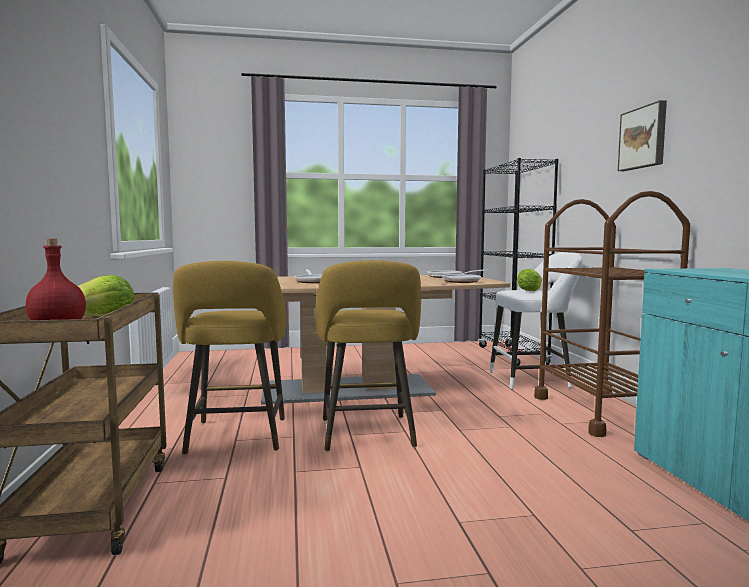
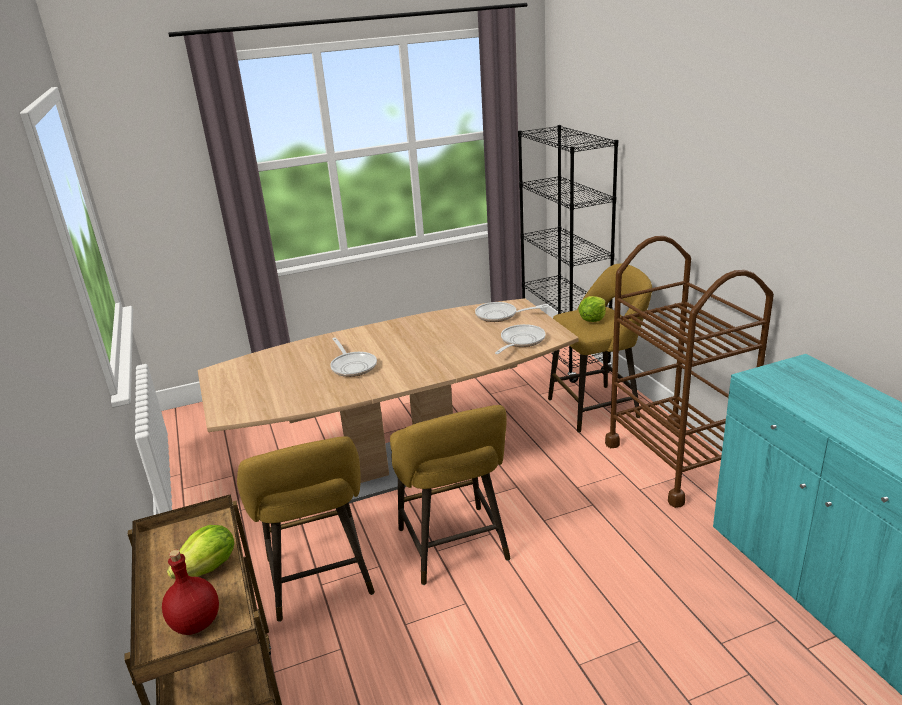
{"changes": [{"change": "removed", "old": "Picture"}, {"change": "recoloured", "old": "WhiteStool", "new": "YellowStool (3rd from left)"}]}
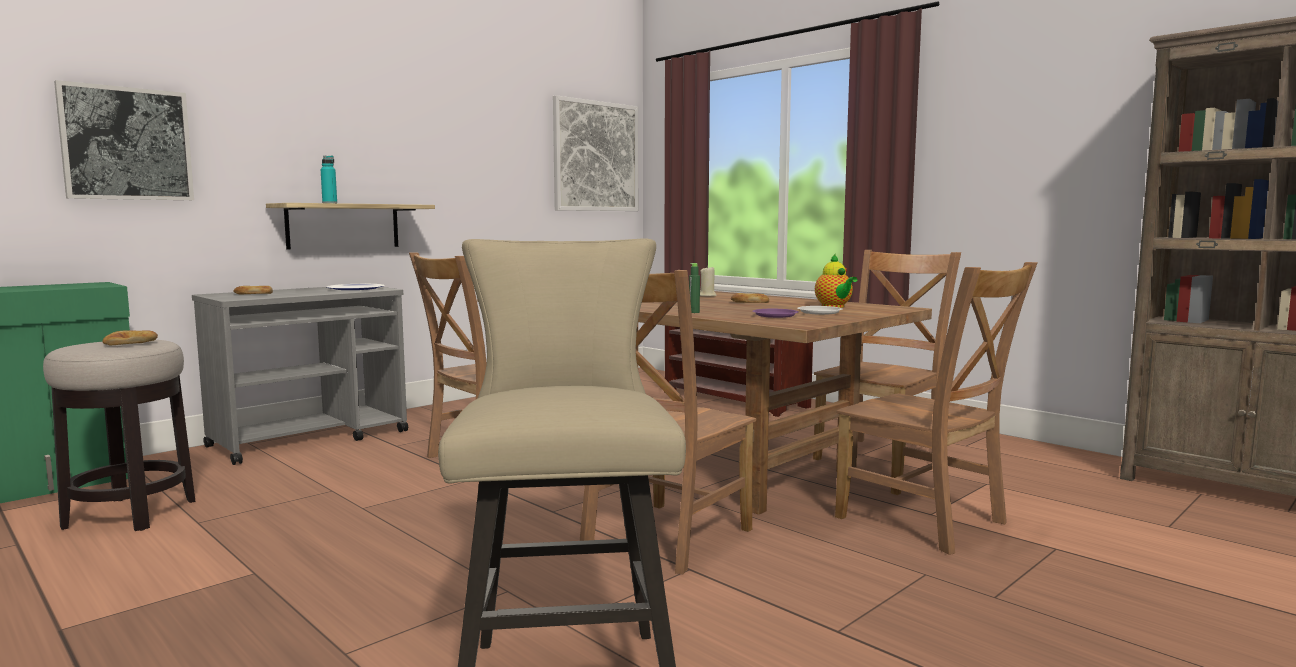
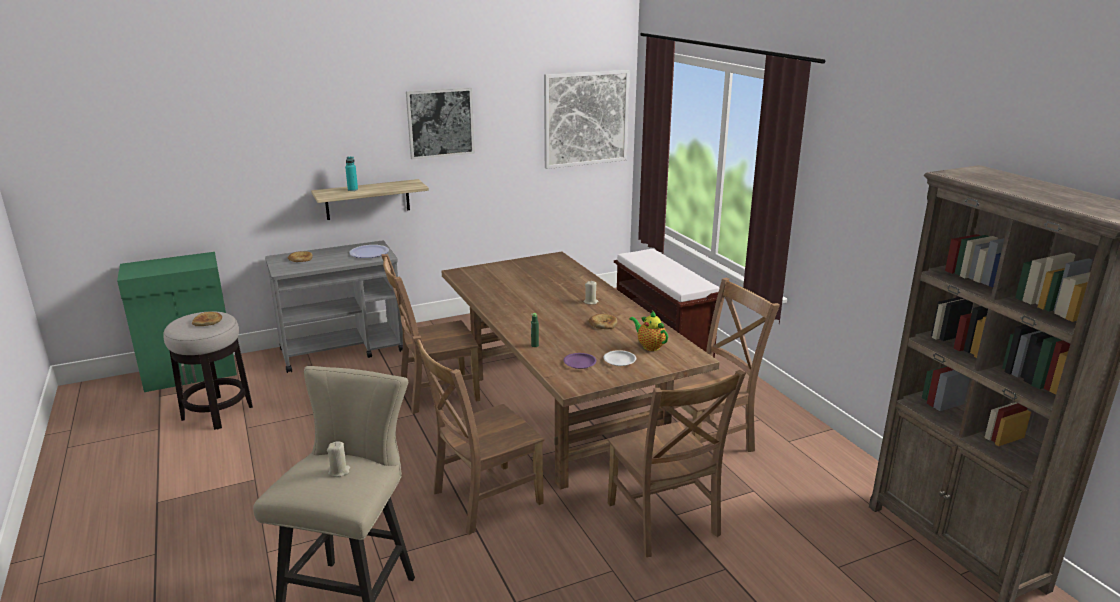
{"changes": [{"change": "moved", "old": "Picture (1st from left)"}, {"change": "turned", "old": "Teapot", "degrees": 135}, {"change": "added", "new": "BeigeCandle (1st from left)"}]}
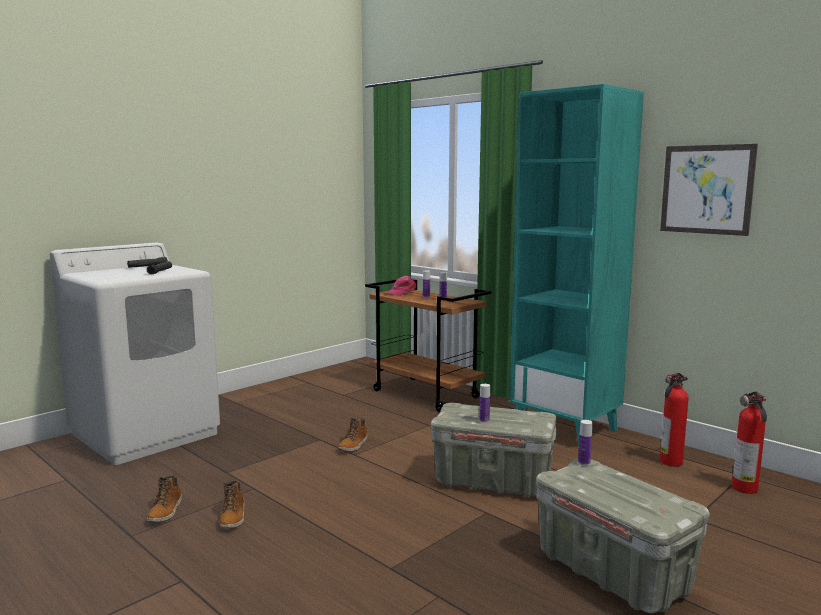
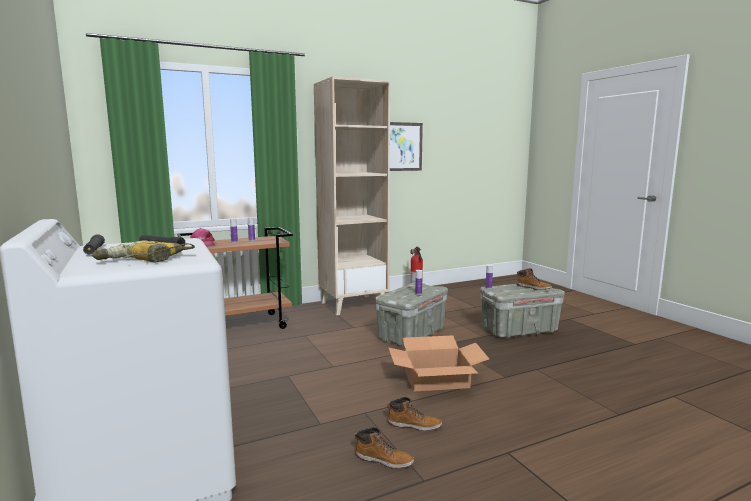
{"changes": [{"change": "recoloured", "old": "TurquoiseBookcase", "new": "BeigeBookcase"}, {"change": "removed", "old": "FireExtinguisher (2nd from left)"}, {"change": "moved", "old": "Boot (3rd from left)"}, {"change": "added", "new": "PowerDrill"}, {"change": "added", "new": "CardboardBox"}]}
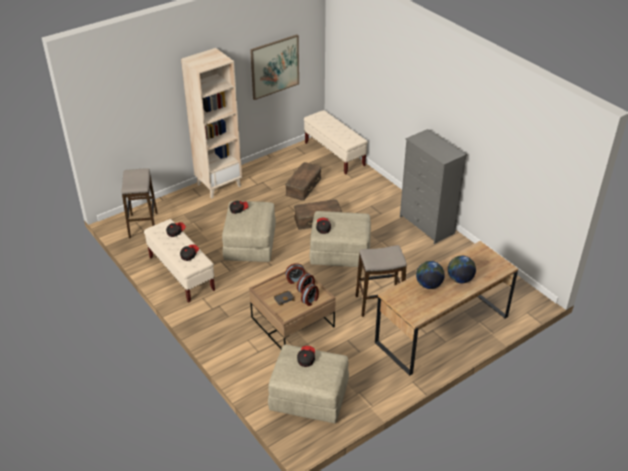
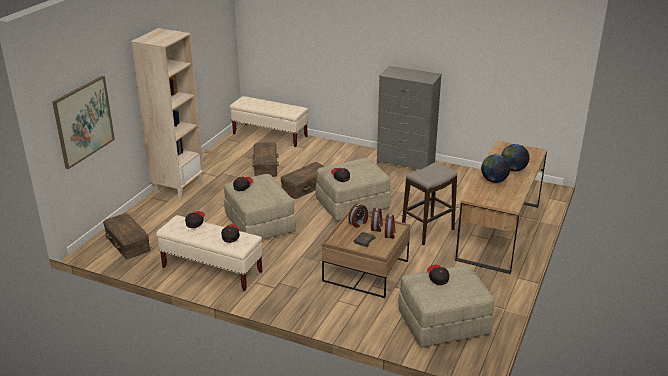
{"changes": [{"change": "moved", "old": "Picture"}, {"change": "replaced", "old": "Stool (1st from left)", "new": "BrownStorageBox (1st from left)"}]}
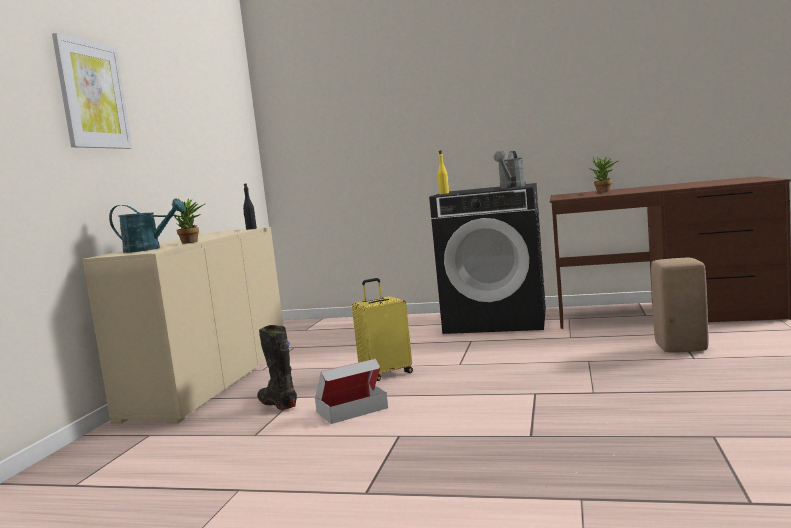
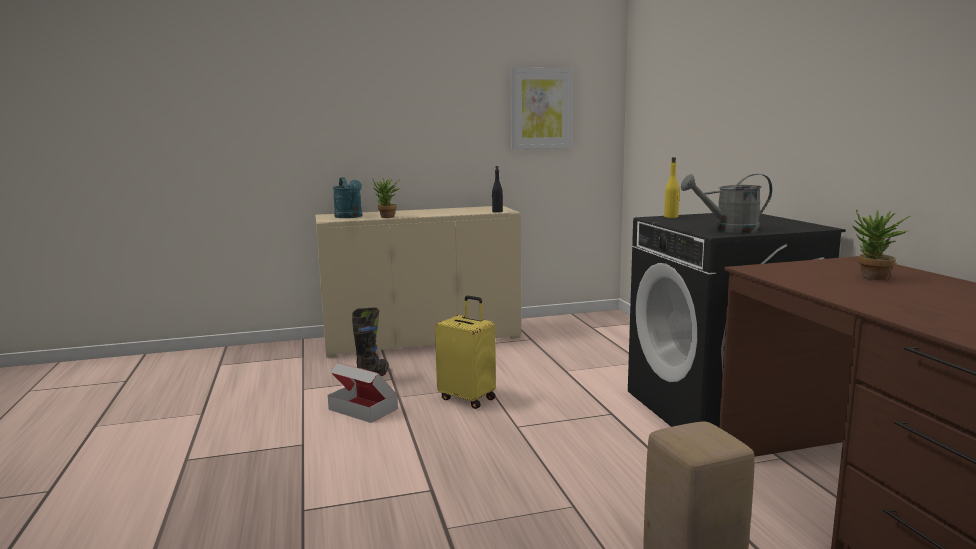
{"changes": [{"change": "moved", "old": "Picture"}]}
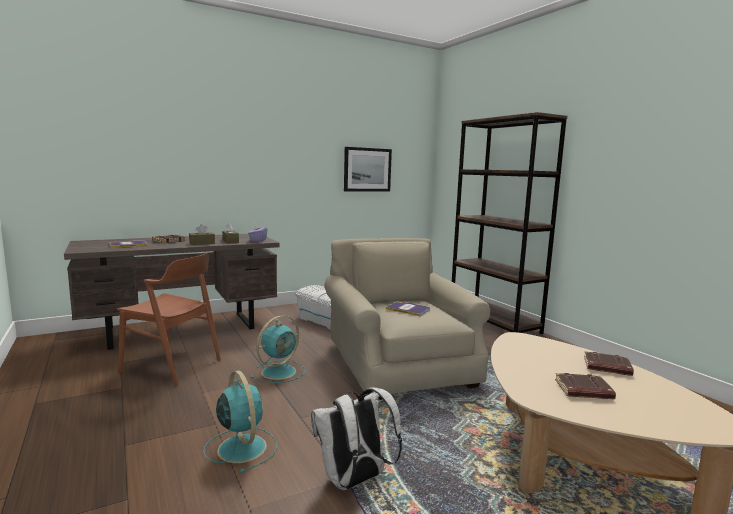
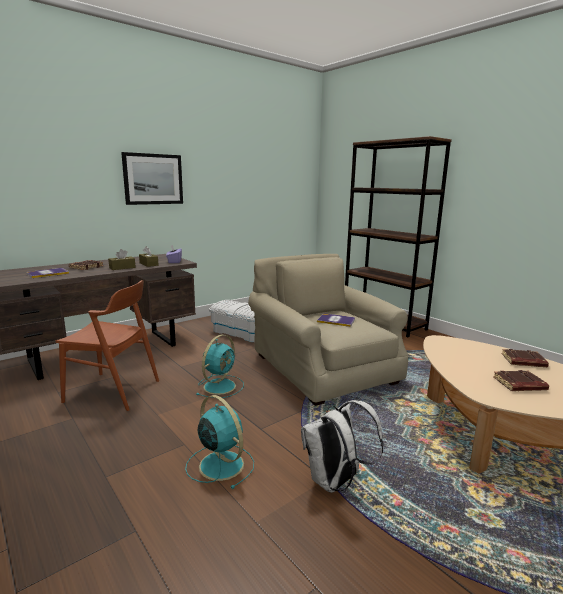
{"changes": [{"change": "moved", "old": "Picture"}]}
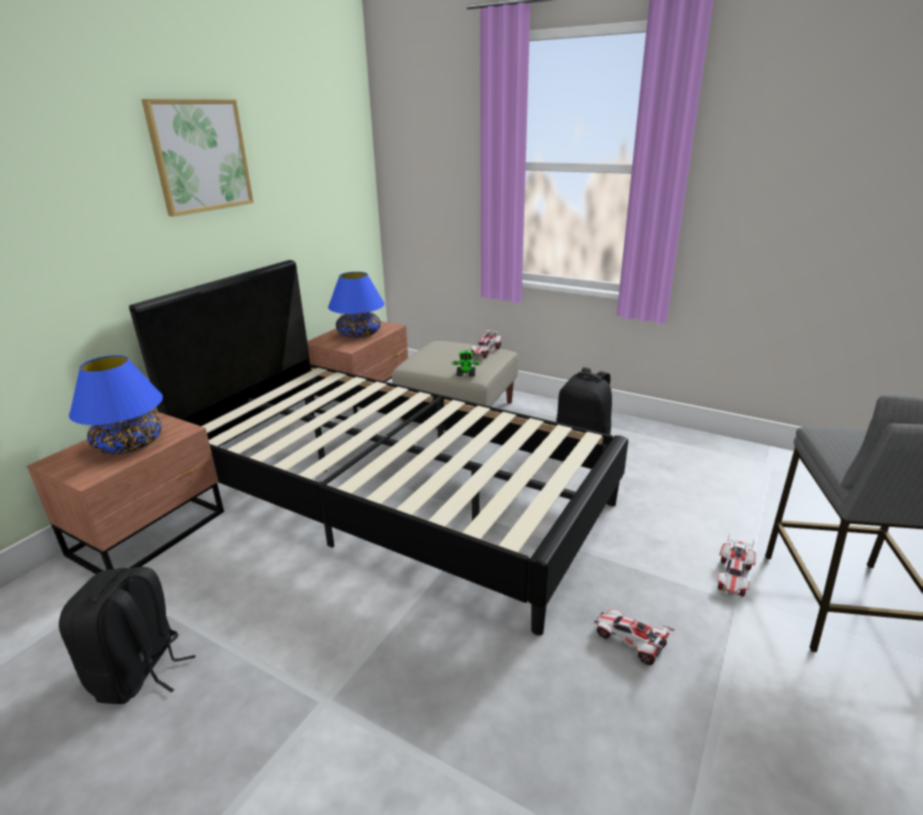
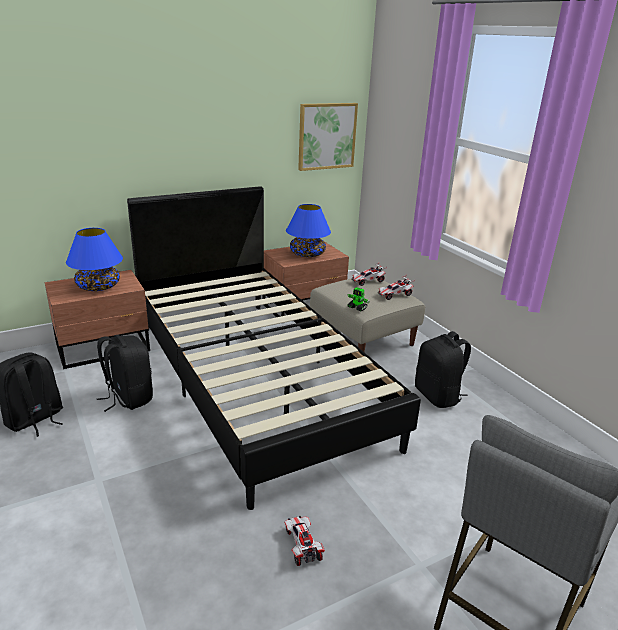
{"changes": [{"change": "moved", "old": "Picture"}, {"change": "moved", "old": "ToyCar (3rd from left in the first image)", "new": "ToyCar (2nd from left)"}, {"change": "added", "new": "BlackBackpack (2nd from left)"}]}
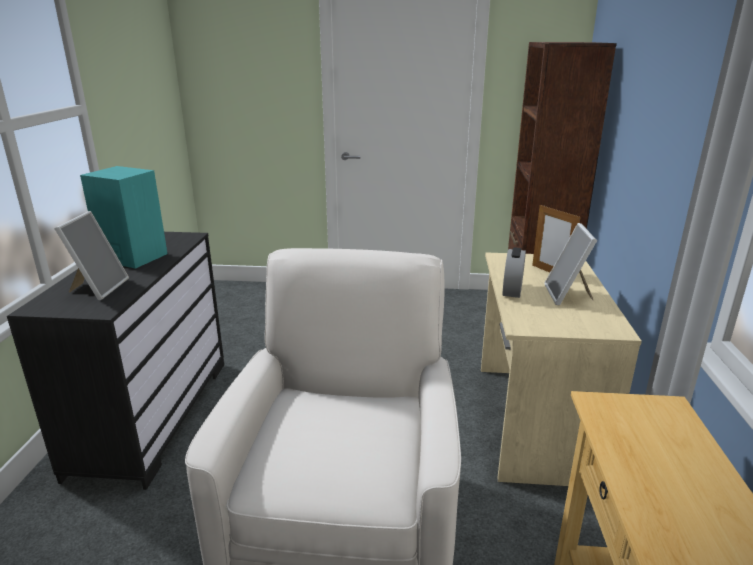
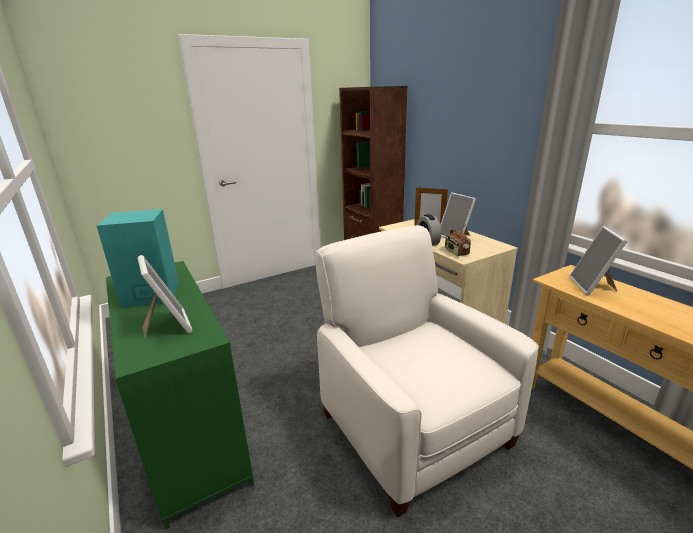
{"changes": [{"change": "recoloured", "old": "BlackDresser", "new": "GreenDresser"}, {"change": "added", "new": "Radio"}, {"change": "added", "new": "PictureFrame (4th from left)"}]}
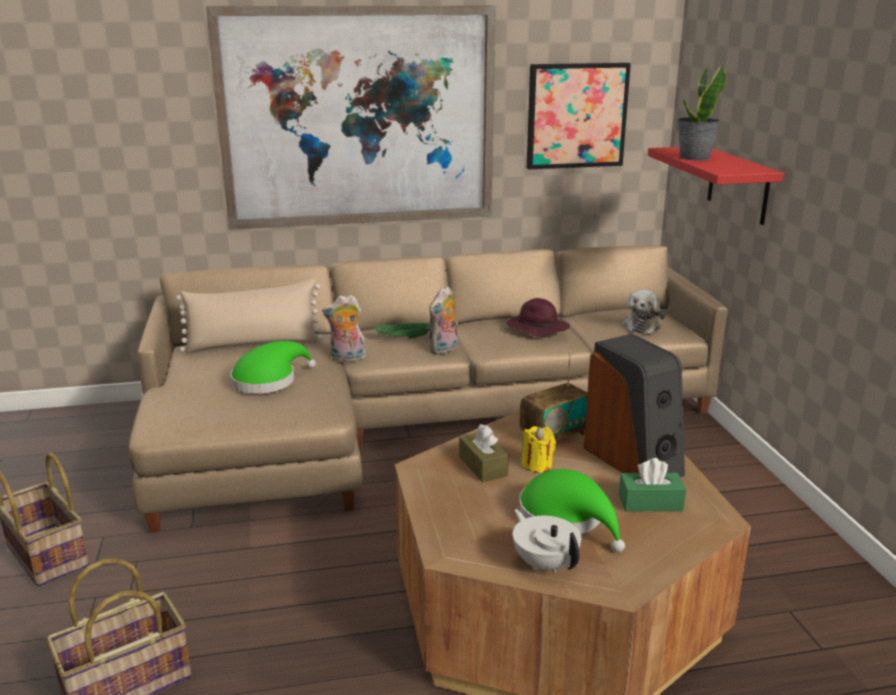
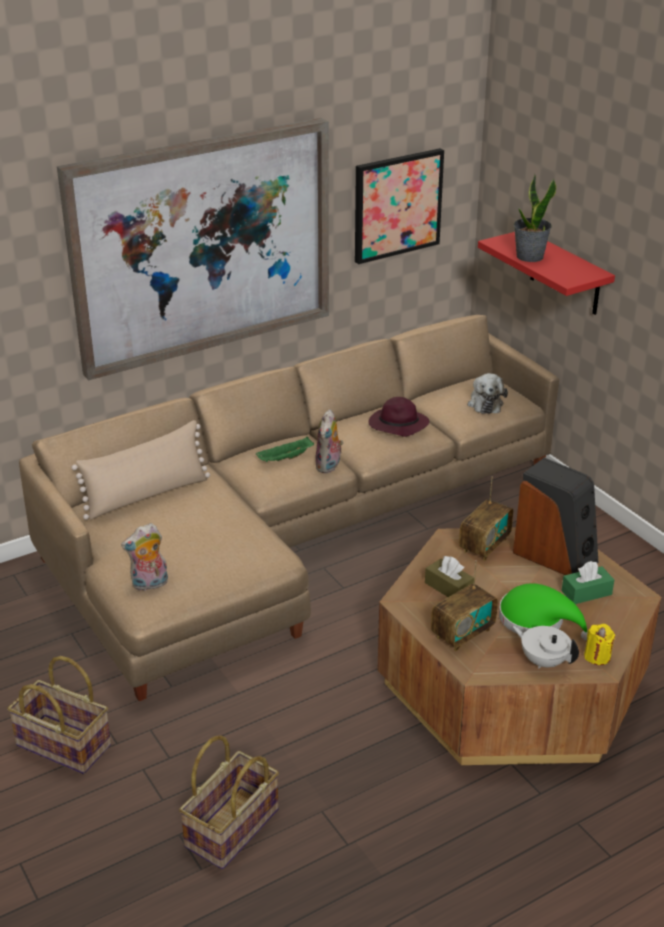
{"changes": [{"change": "moved", "old": "PlushToy (1st from left)"}, {"change": "removed", "old": "GreenHat (1st from left)"}, {"change": "moved", "old": "YellowCandle"}, {"change": "added", "new": "Radio (1st from left)"}]}
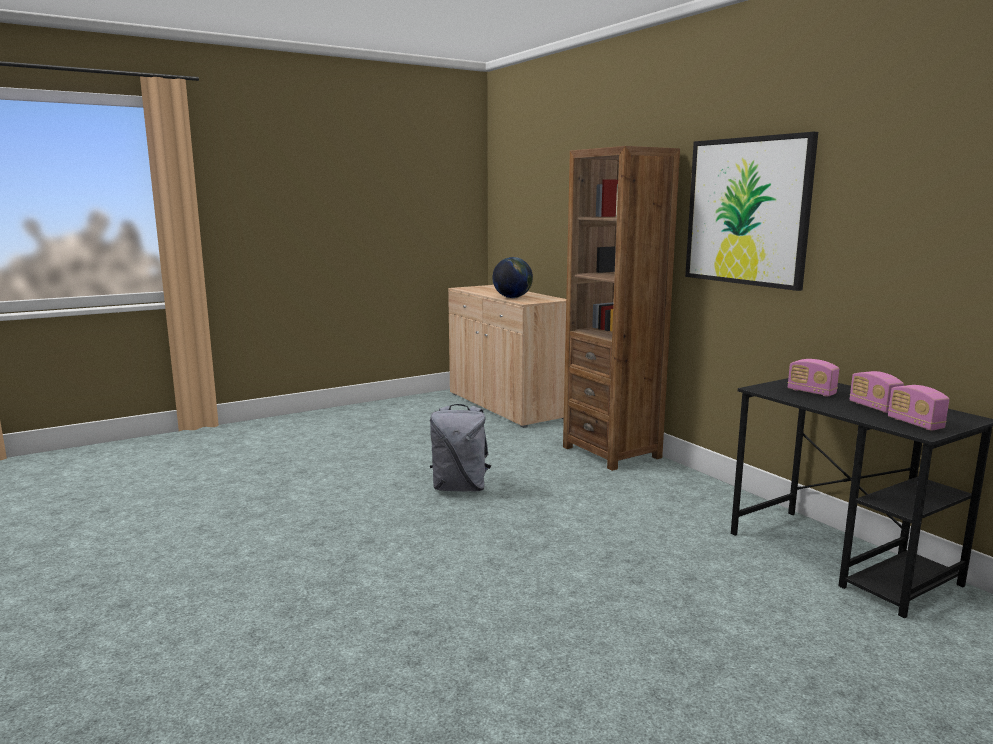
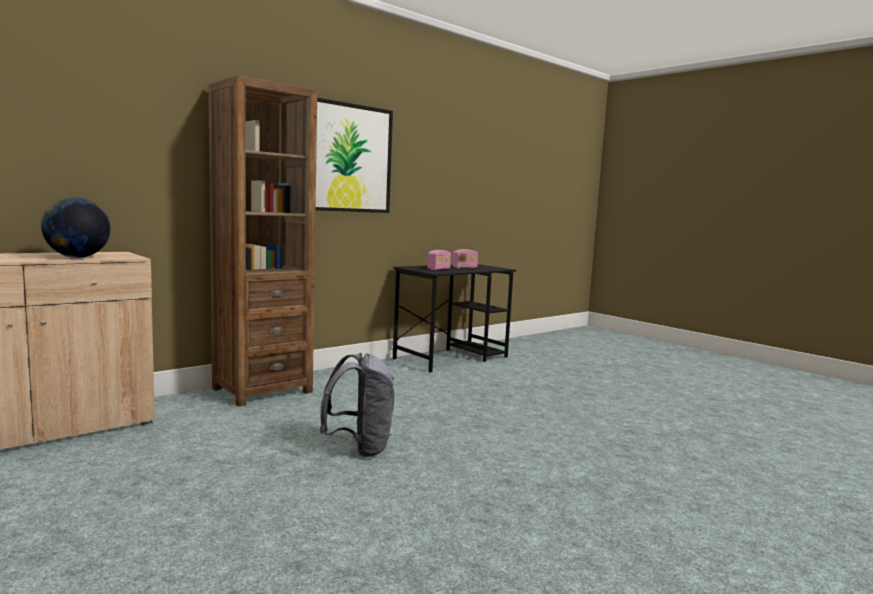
{"changes": [{"change": "removed", "old": "Radio (3rd from left)"}]}
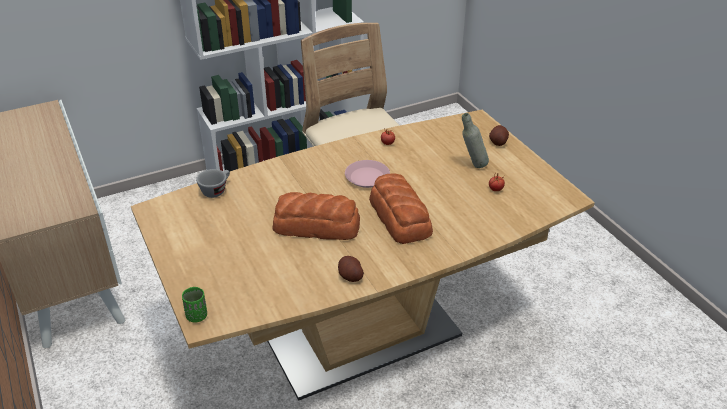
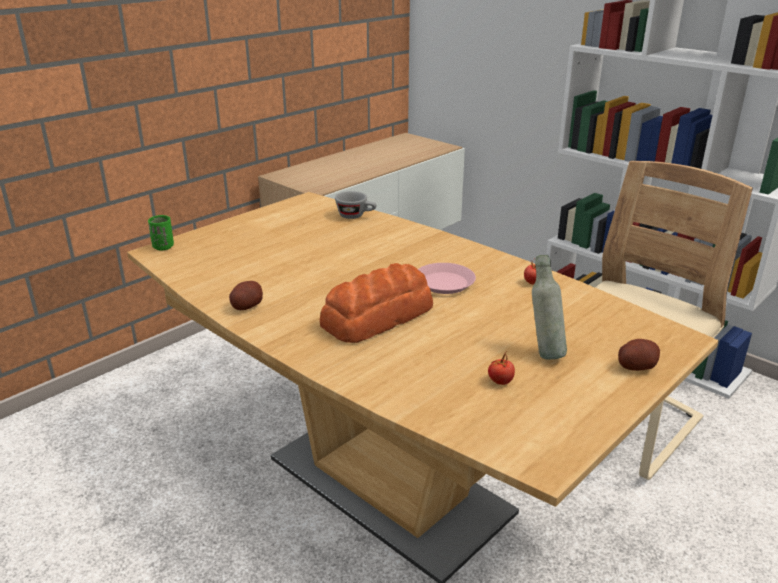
{"changes": [{"change": "removed", "old": "Bread (1st from left)"}]}
